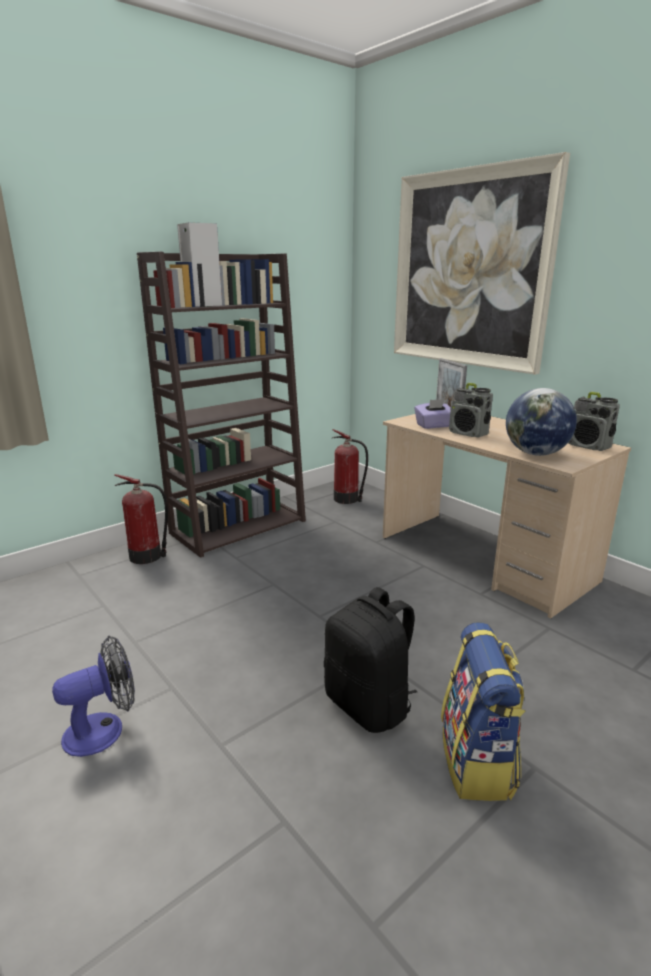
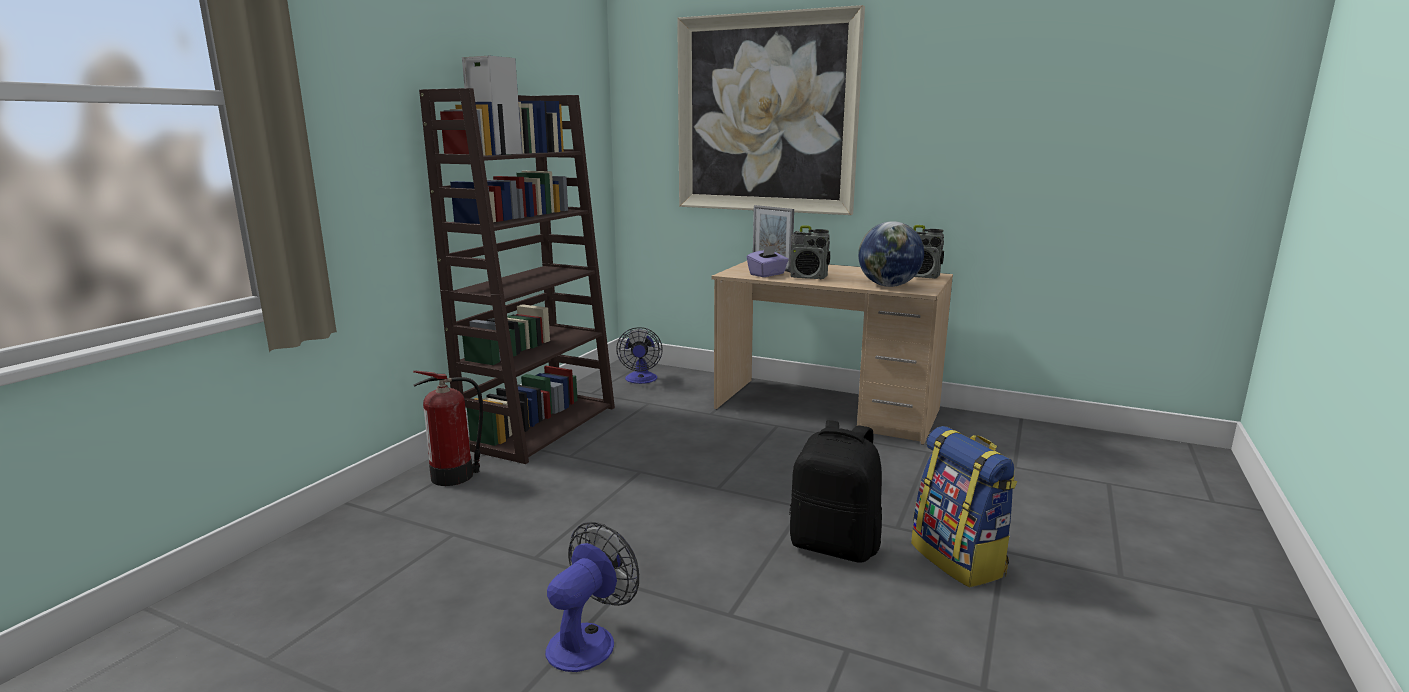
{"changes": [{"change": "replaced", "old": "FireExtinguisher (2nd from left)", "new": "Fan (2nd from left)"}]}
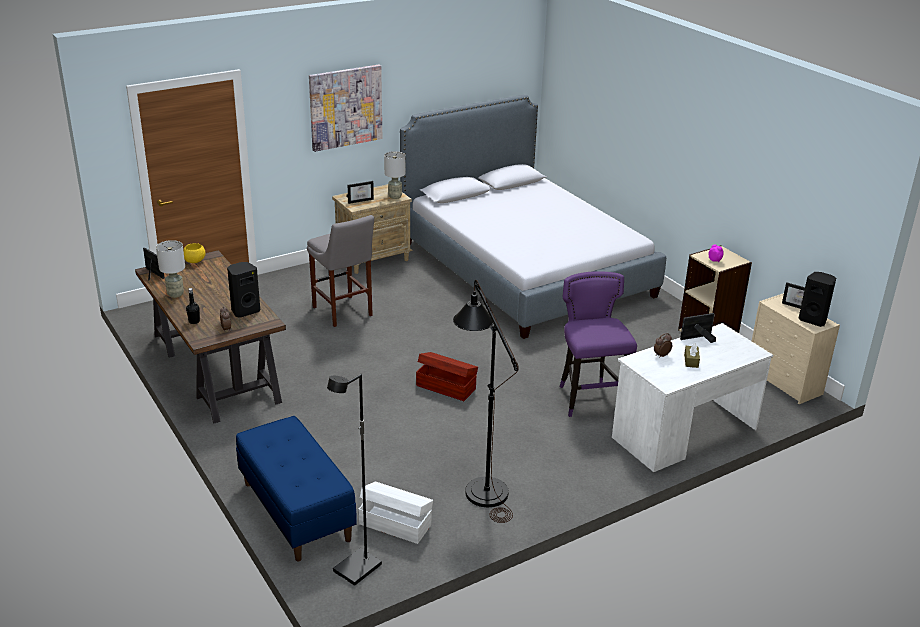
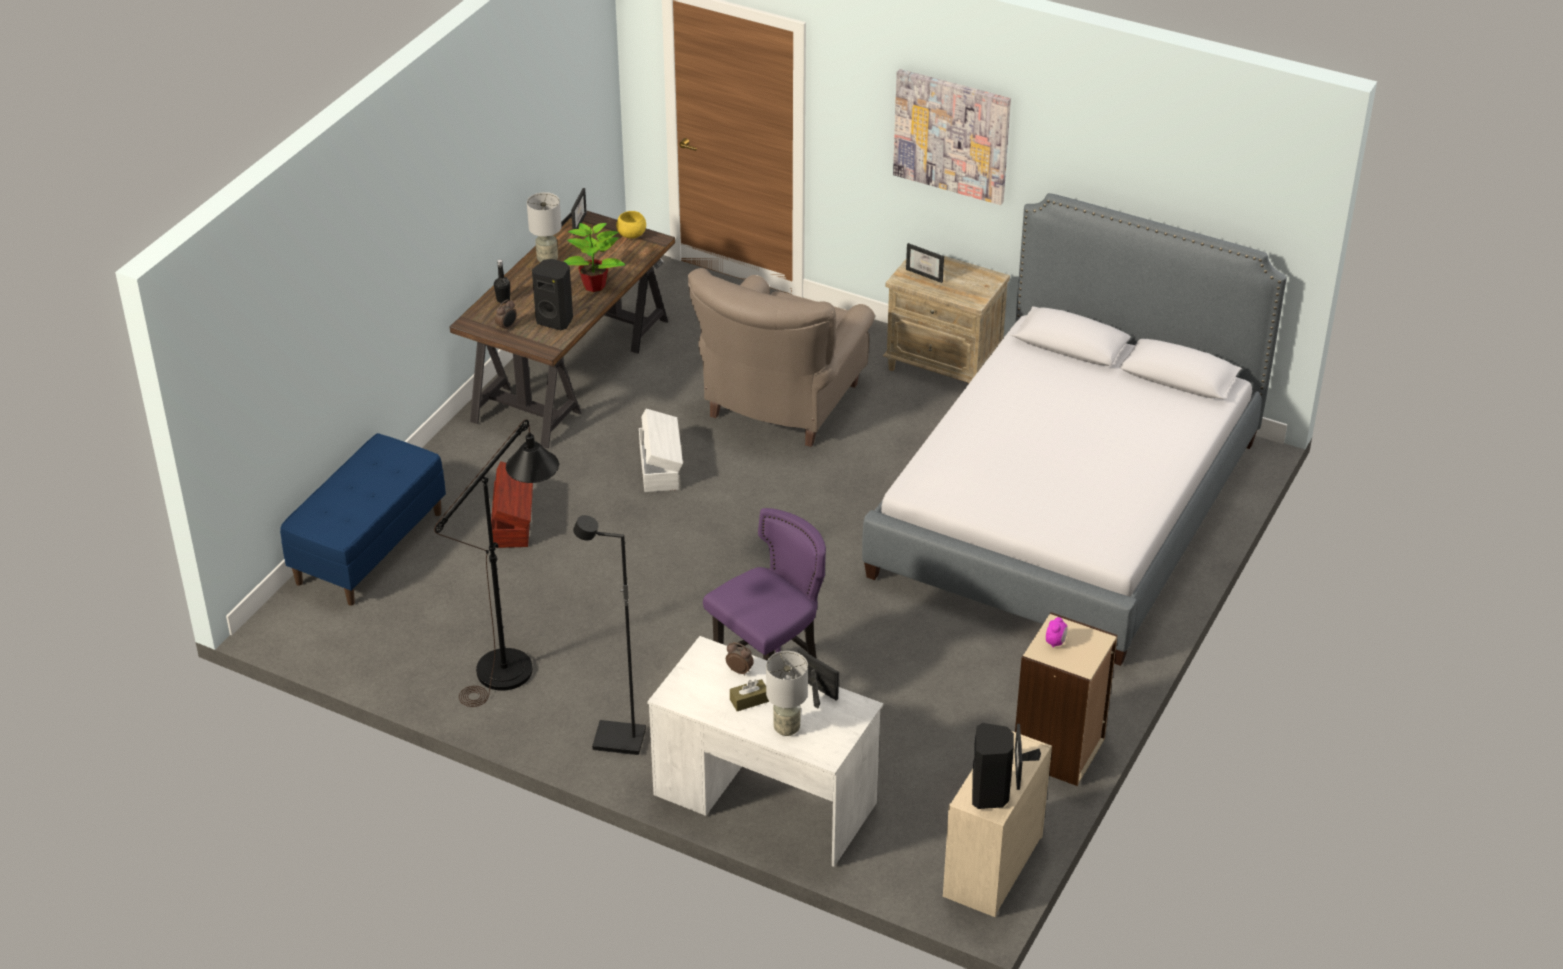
{"changes": [{"change": "moved", "old": "GreyTableLamp (2nd from left)"}, {"change": "replaced", "old": "GreyStool", "new": "BeigeArmchair"}, {"change": "moved", "old": "BrownStorageBox"}, {"change": "moved", "old": "BlackFloorLamp (1st from left in the first image)", "new": "BlackFloorLamp (2nd from left)"}, {"change": "moved", "old": "WhiteStorageBox"}, {"change": "added", "new": "PottedPlant"}]}
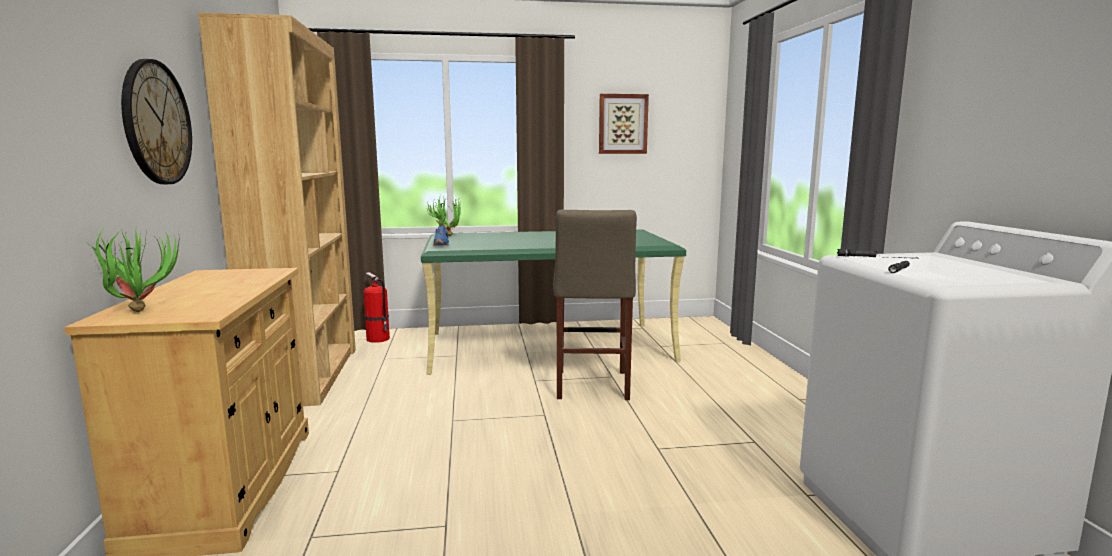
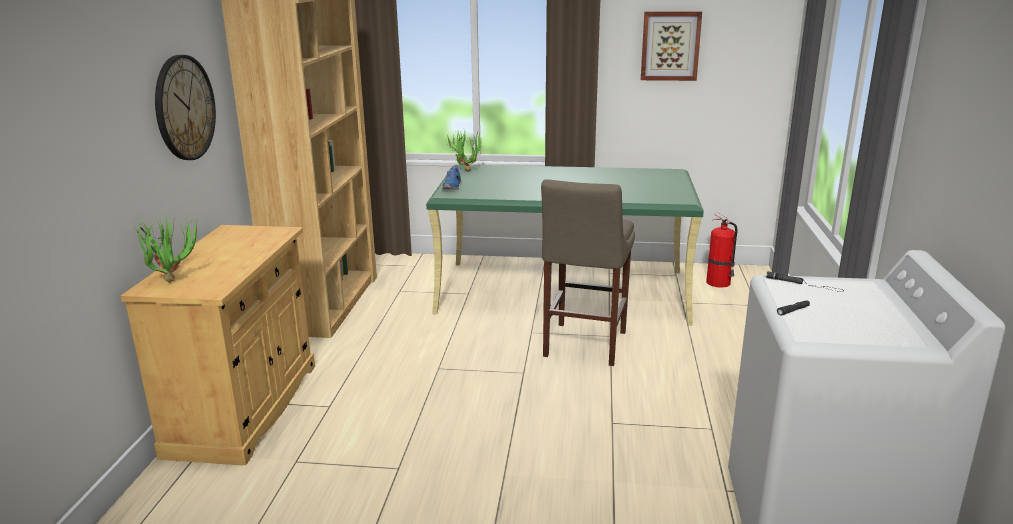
{"changes": [{"change": "moved", "old": "FireExtinguisher"}]}
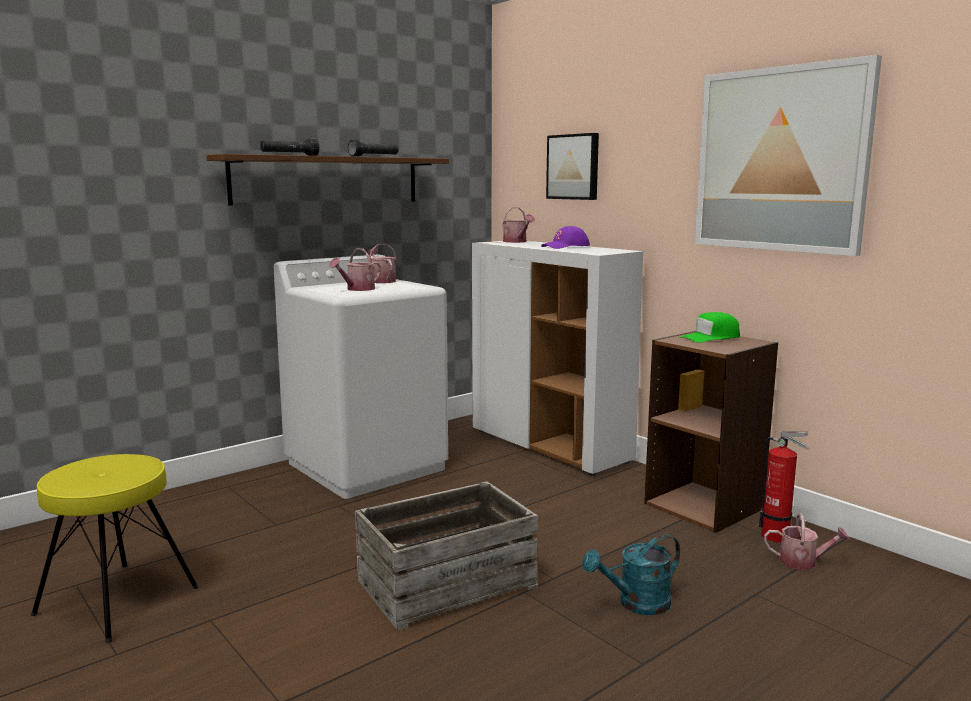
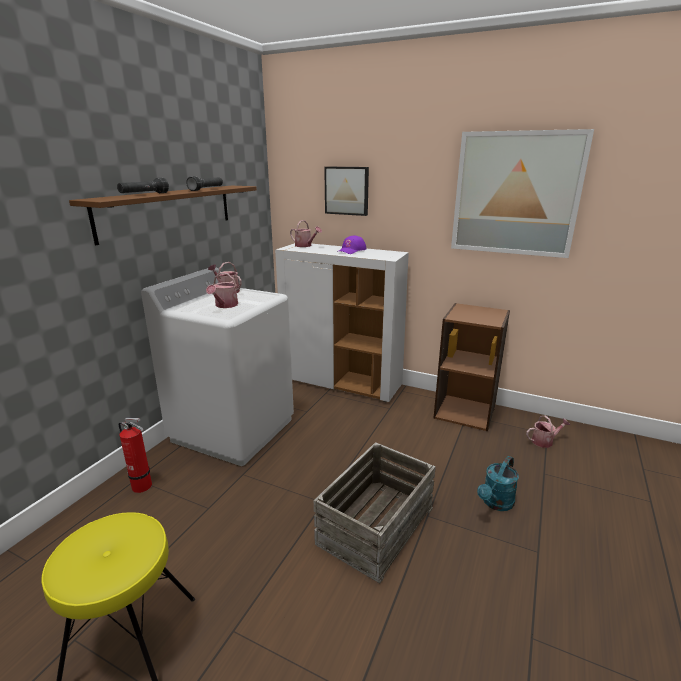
{"changes": [{"change": "removed", "old": "GreenCap"}, {"change": "moved", "old": "FireExtinguisher"}]}
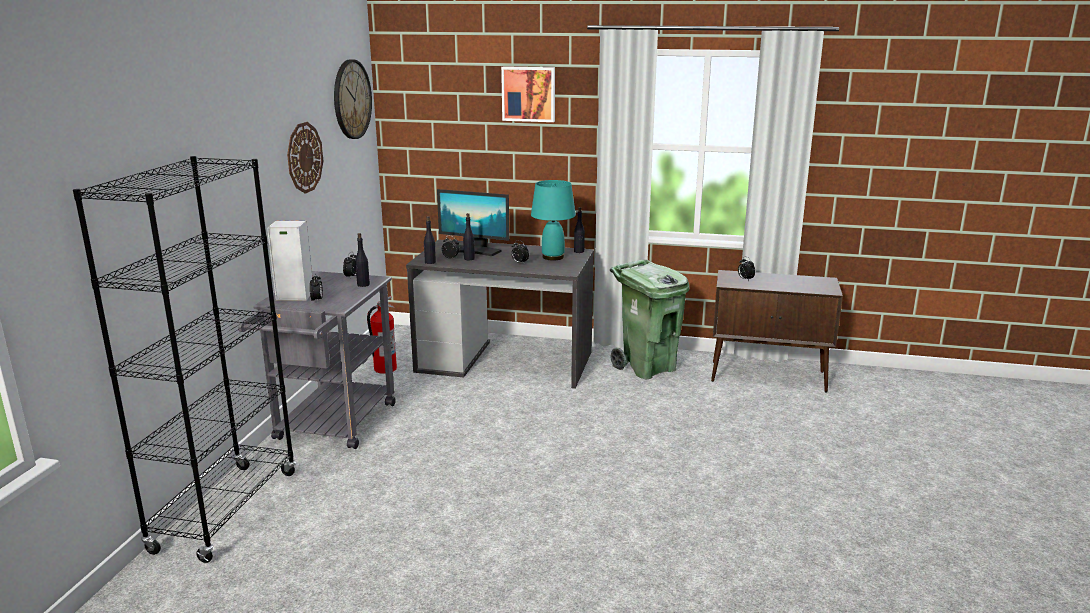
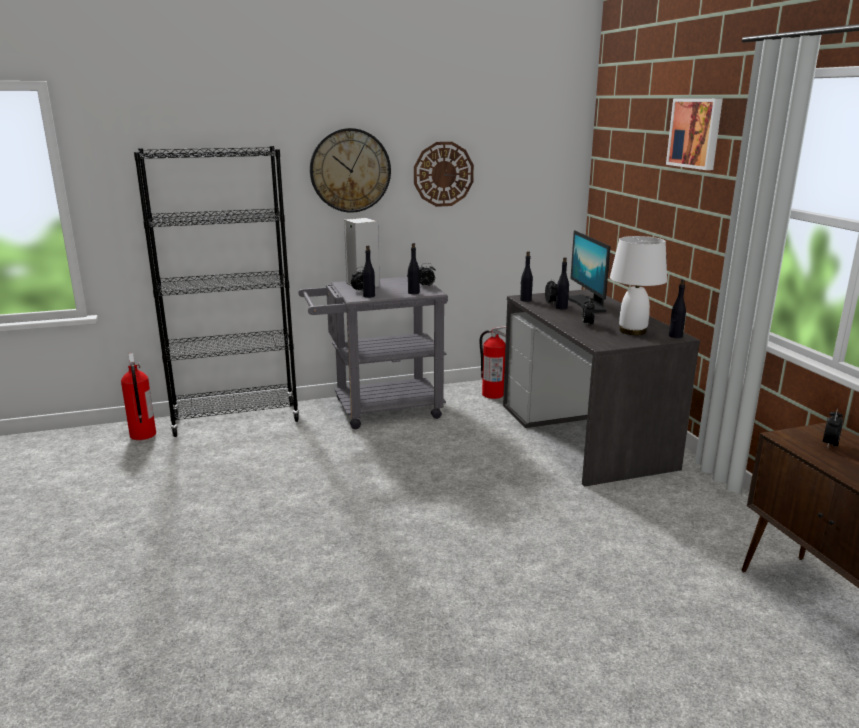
{"changes": [{"change": "moved", "old": "WallClock (2nd from left in the first image)", "new": "WallClock (1st from left)"}, {"change": "recoloured", "old": "TurquoiseTableLamp", "new": "WhiteTableLamp"}, {"change": "removed", "old": "GreenTrashCan"}, {"change": "added", "new": "BlackBottle (1st from left)"}, {"change": "added", "new": "FireExtinguisher (1st from left)"}]}
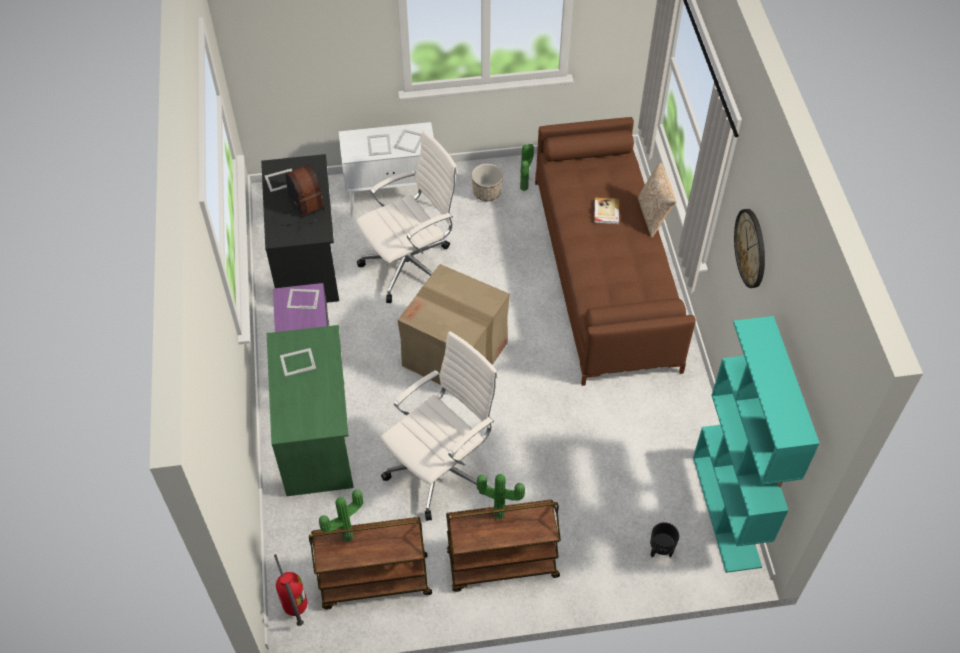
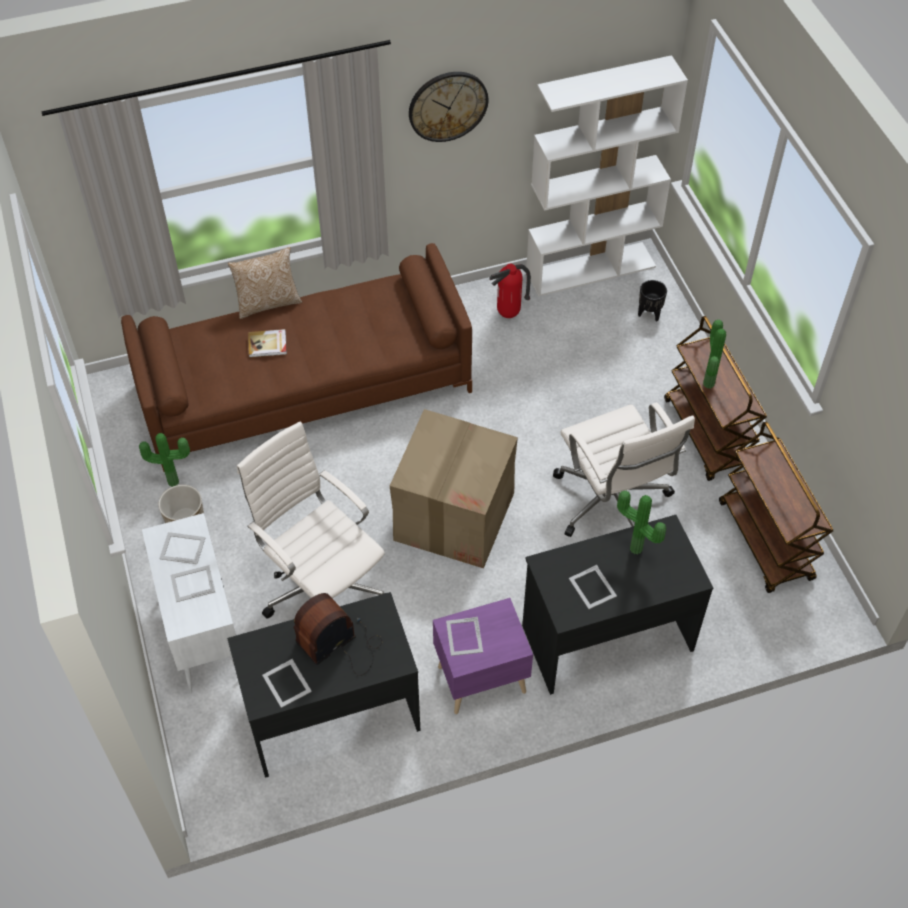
{"changes": [{"change": "recoloured", "old": "TurquoiseBookcase", "new": "WhiteBookcase"}, {"change": "recoloured", "old": "GreenDesk", "new": "BlackDesk (2nd from left)"}, {"change": "turned", "old": "WhiteOfficeChair (2nd from left)", "degrees": -150}, {"change": "moved", "old": "PottedPlant (1st from left in the first image)", "new": "PottedPlant (2nd from left)"}, {"change": "moved", "old": "FireExtinguisher"}]}
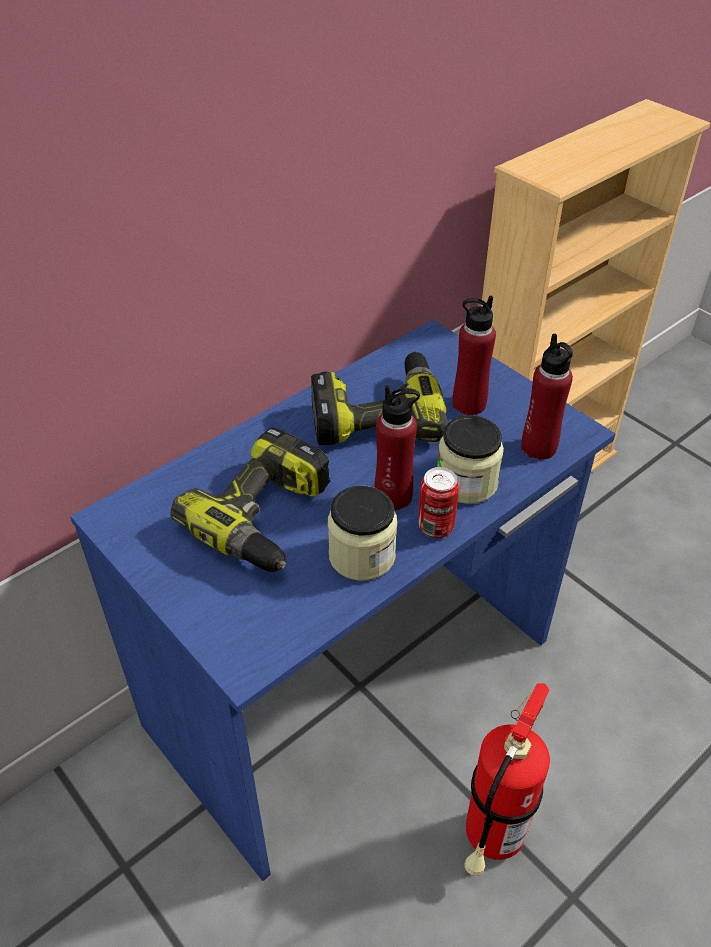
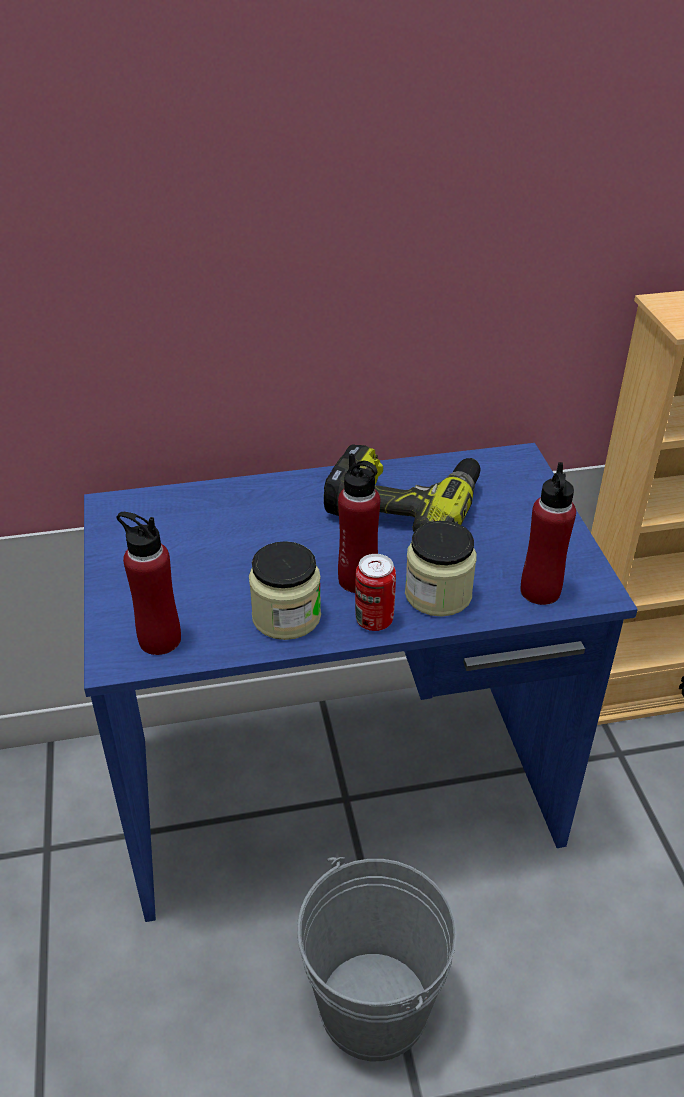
{"changes": [{"change": "moved", "old": "RedBottle (2nd from left in the first image)", "new": "RedBottle (1st from left)"}, {"change": "removed", "old": "PowerDrill (1st from left)"}, {"change": "replaced", "old": "FireExtinguisher", "new": "GreyBucket"}]}
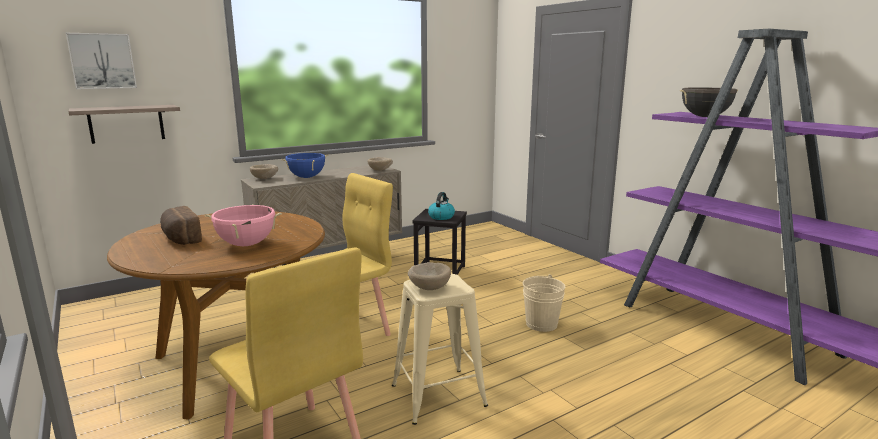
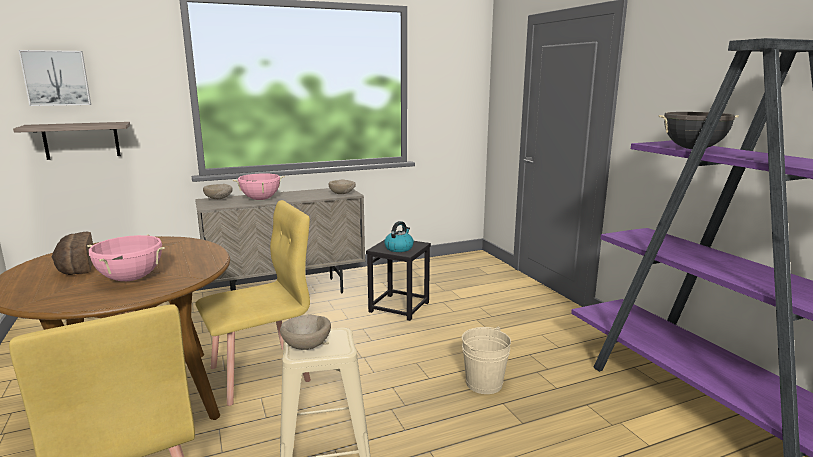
{"changes": [{"change": "recoloured", "old": "BlueCookingPot", "new": "PinkCookingPot (2nd from left)"}]}
